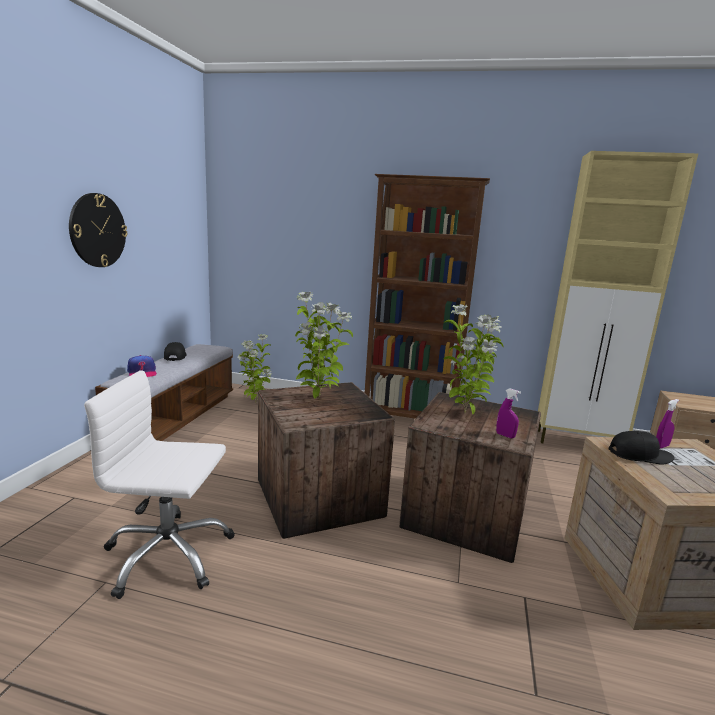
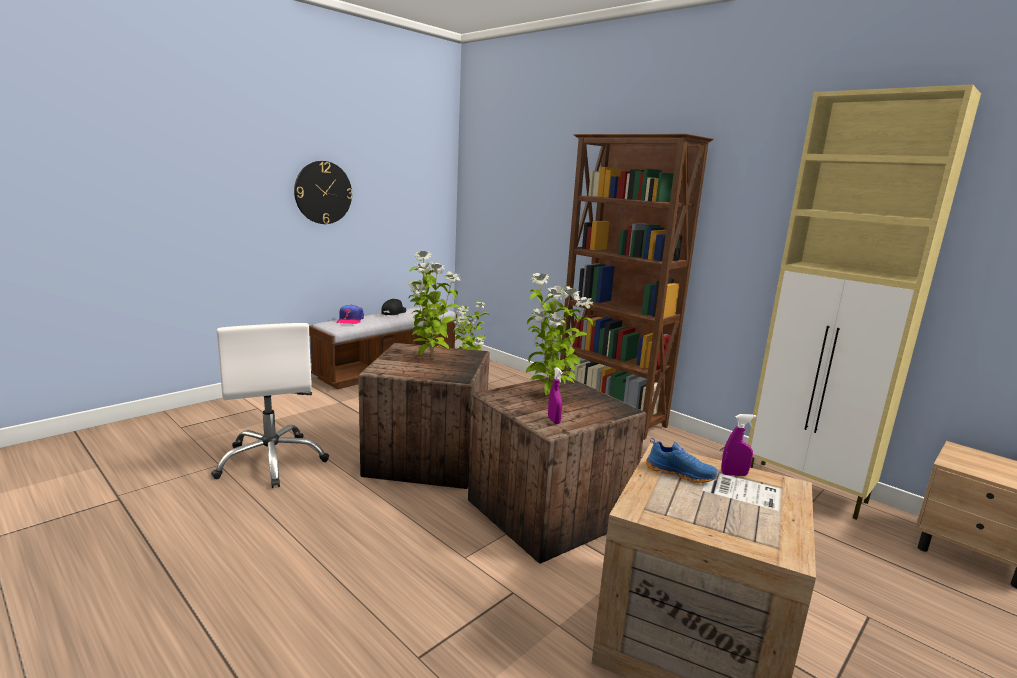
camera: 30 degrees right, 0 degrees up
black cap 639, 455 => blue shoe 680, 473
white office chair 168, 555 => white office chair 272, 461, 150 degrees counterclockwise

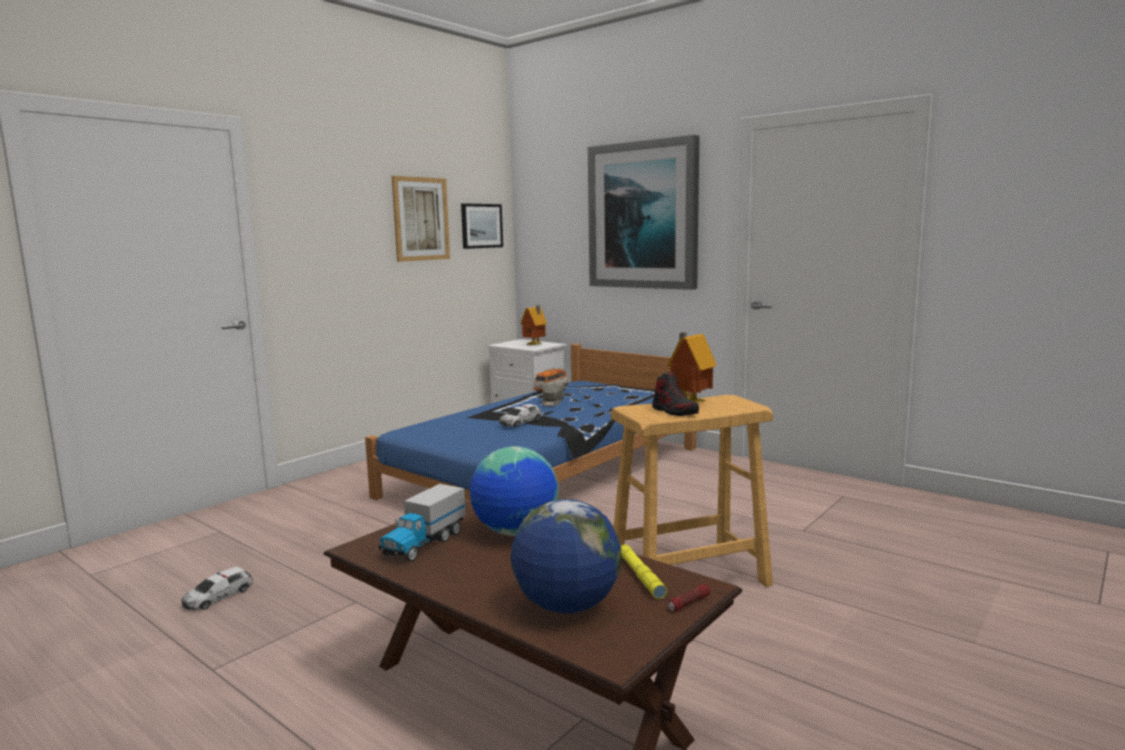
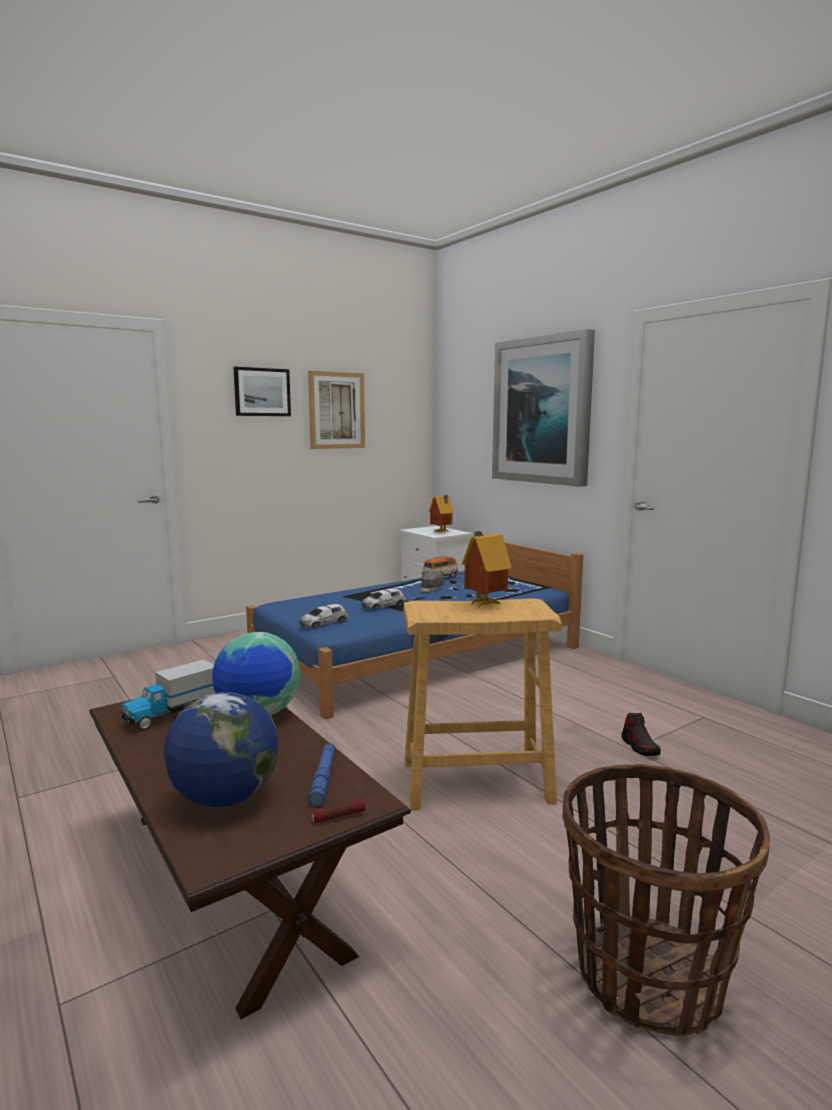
camera: 15 degrees right, 0 degrees up
nothing => basket 647, 975
toy car 218, 596 => toy car 323, 622, move
picture 481, 226 => picture 262, 392, move
shoe 674, 411 => shoe 640, 747, move
yellow flashlight 641, 576 => blue flashlight 323, 779

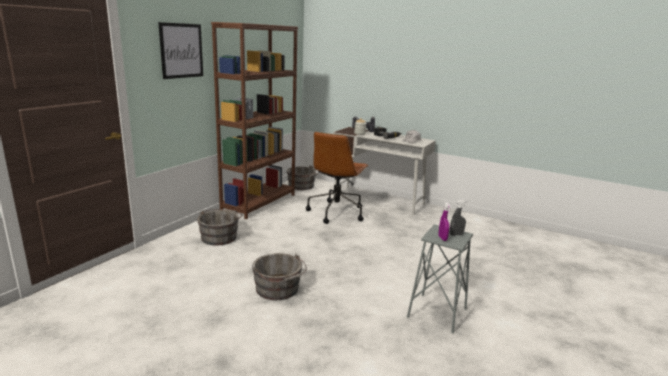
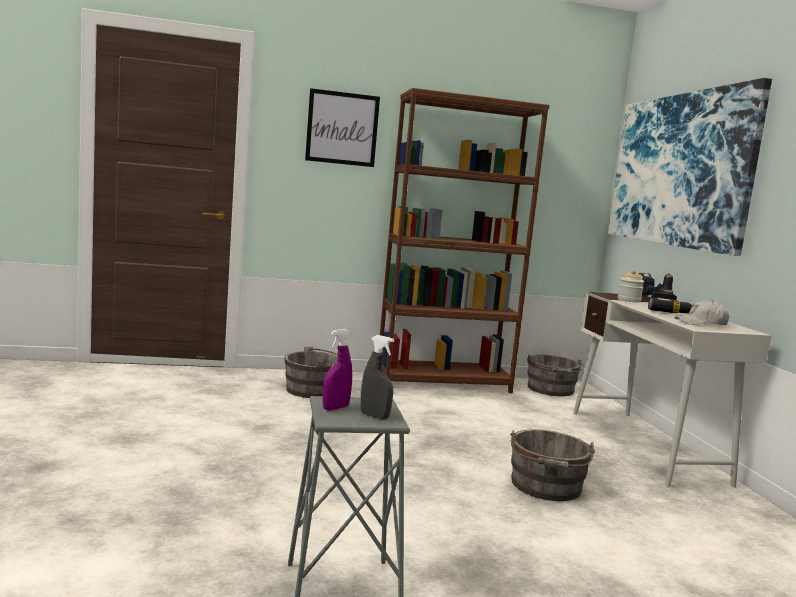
camera: 50 degrees right, 10 degrees down
brown office chair 336, 212 => nothing
nothing => picture 679, 170
grey bucket 278, 289 => grey bucket 546, 487, move

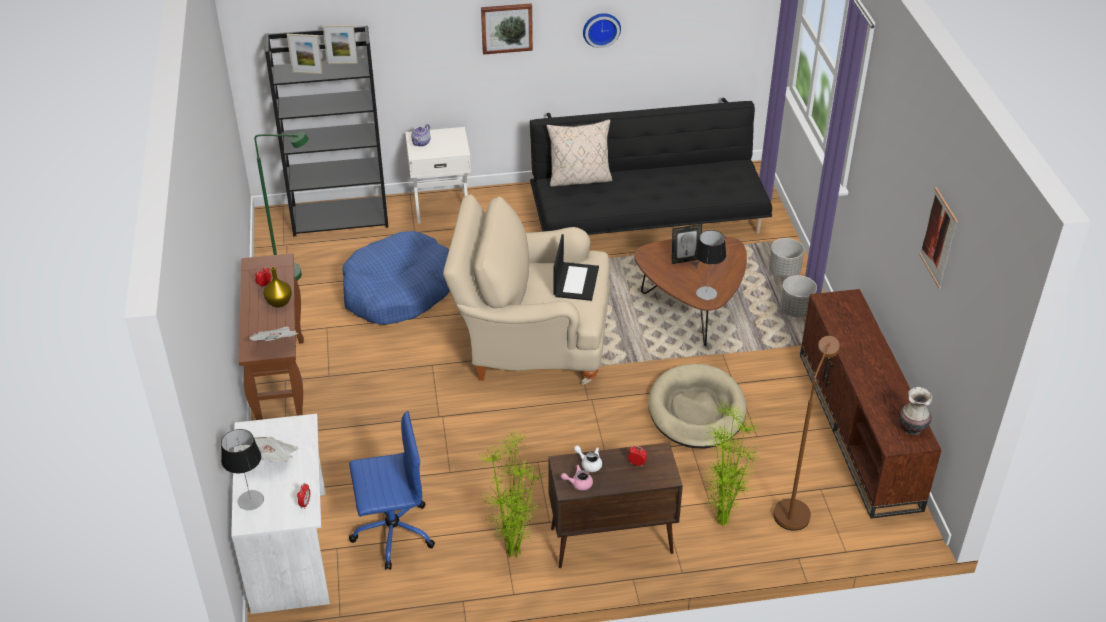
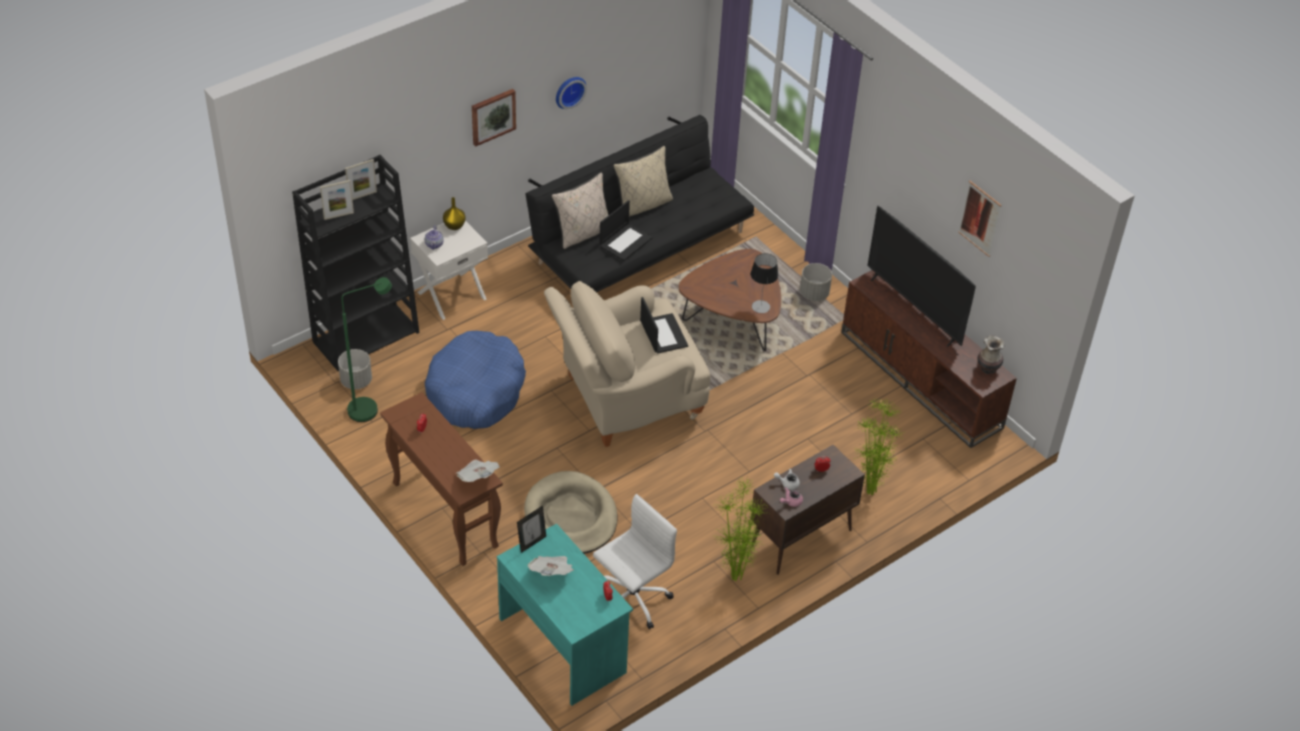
camera: 30 degrees left, 5 degrees up
table lamp 250, 500 => nothing
brown floor lamp 794, 508 => nothing
nothing => laptop 625, 241
nothing => beige pillow 643, 205
nothing => television 914, 309
yellow vase 279, 303 => yellow vase 455, 226, move
beige dog bed 696, 410 => beige dog bed 571, 517, move
picture frame 685, 260 => picture frame 532, 543, move
grey planter 784, 272 => grey planter 356, 381, move
white desk 291, 550 => turquoise desk 563, 644
blue office chair 392, 532 => white office chair 631, 599

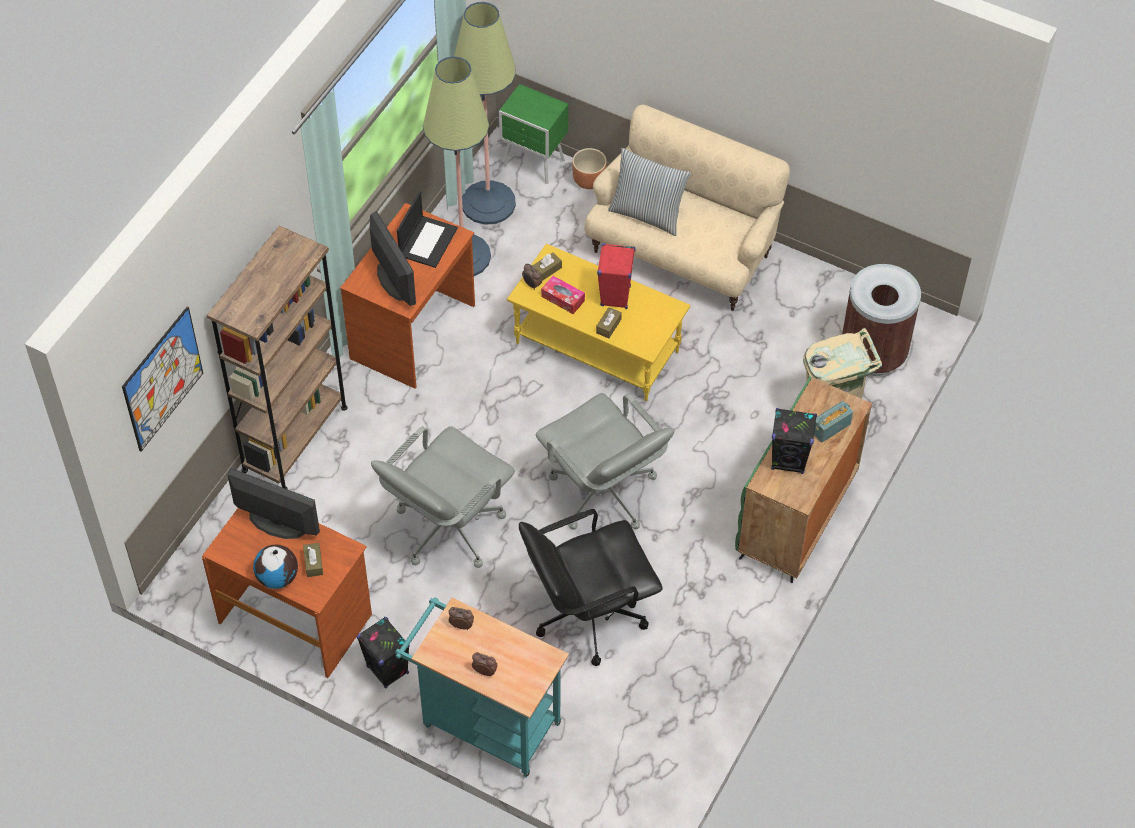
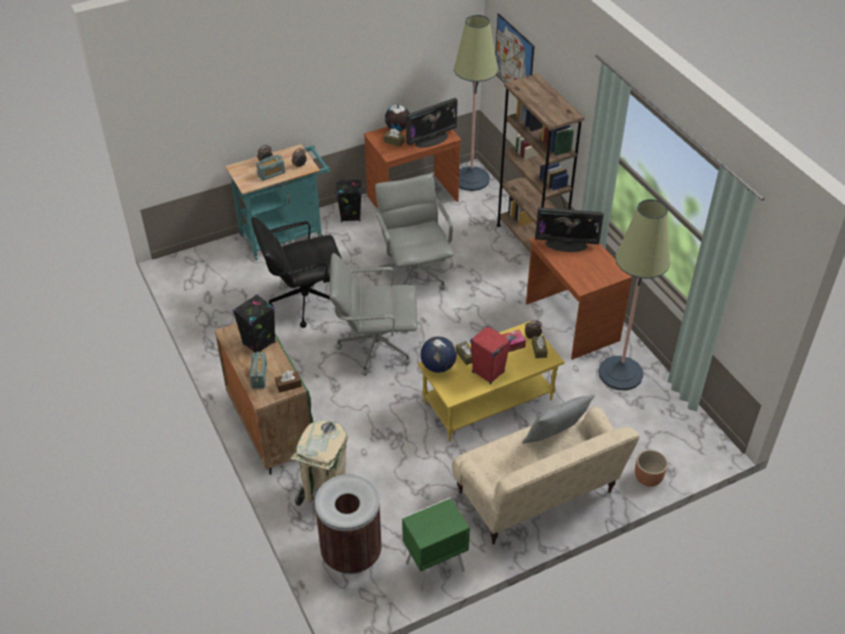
camera: 125 degrees right, 10 degrees down
laptop 427, 241 => nothing
nothing => radio 271, 174
nothing => brown tissue box 288, 385
nothing => globe 438, 366
floor lamp 488, 203 => floor lamp 471, 179, move
green nightstand 535, 164 => green nightstand 433, 567, move
black office chair 588, 615 => black office chair 304, 300, 120 degrees counterclockwise

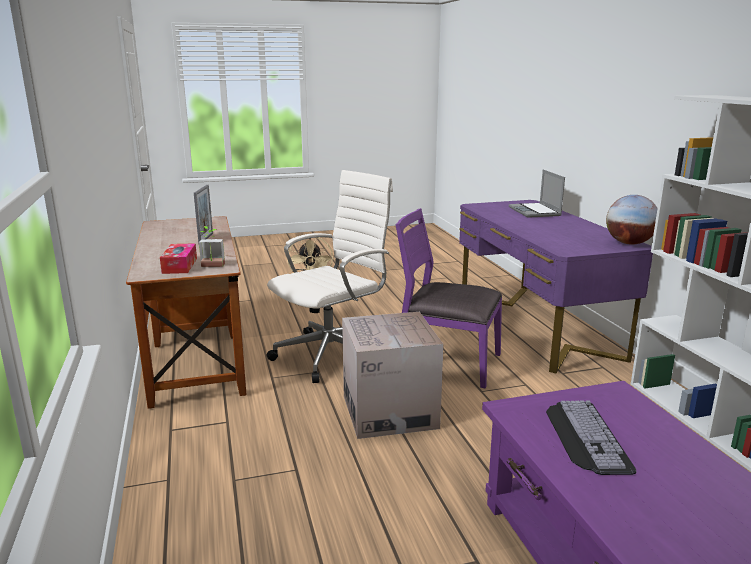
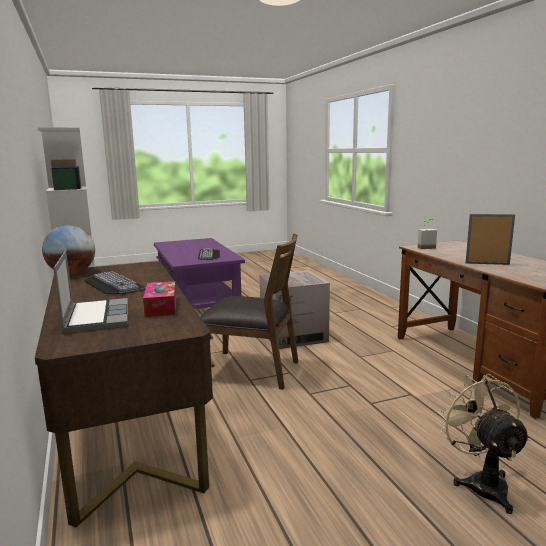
camera: 175 degrees right, 5 degrees down
white office chair 333, 354 => nothing
nothing => keyboard 111, 284
tissue box 180, 265 => tissue box 161, 306, move
purple chair 446, 362 => brown chair 251, 370
purple desk 536, 324 => brown desk 129, 424
picture frame 206, 238 => picture frame 487, 263, 105 degrees clockwise

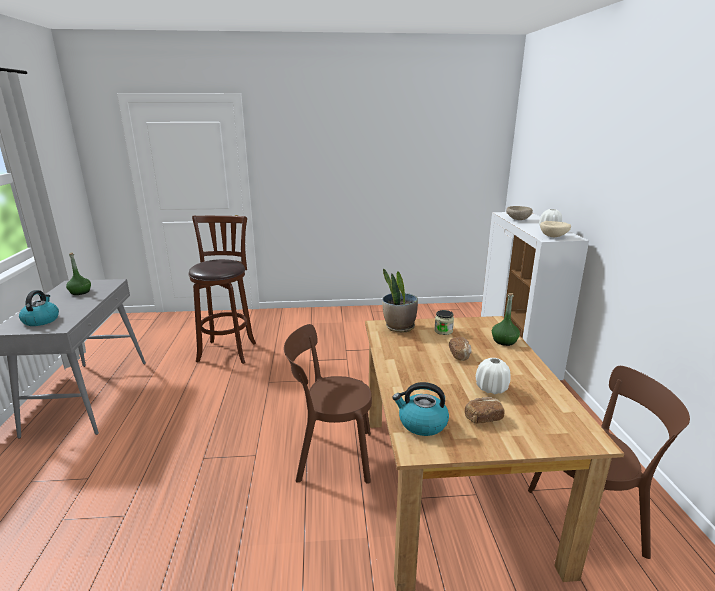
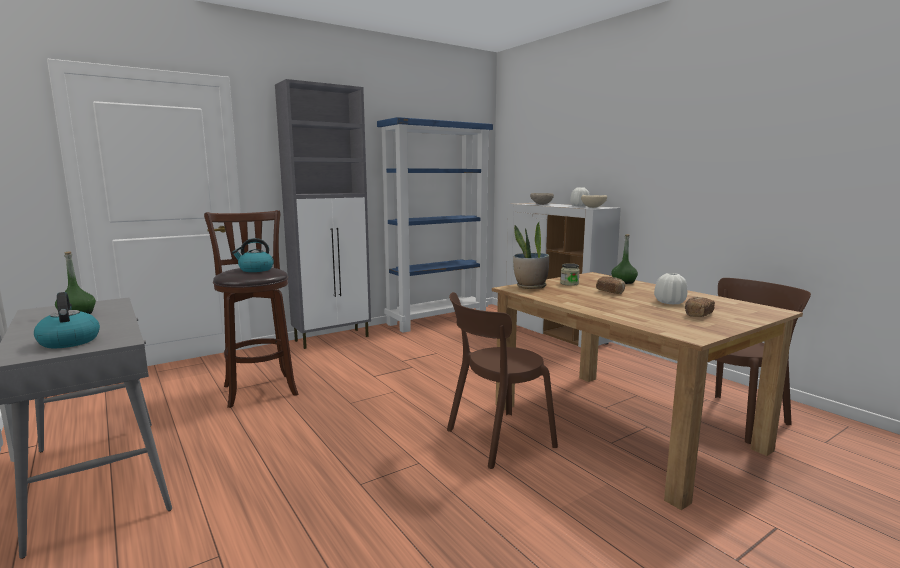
camera: 30 degrees left, 10 degrees down
nothing => grey cabinet 333, 338
nothing => blue bookcase 437, 320
kettle 421, 423 => kettle 255, 270, move

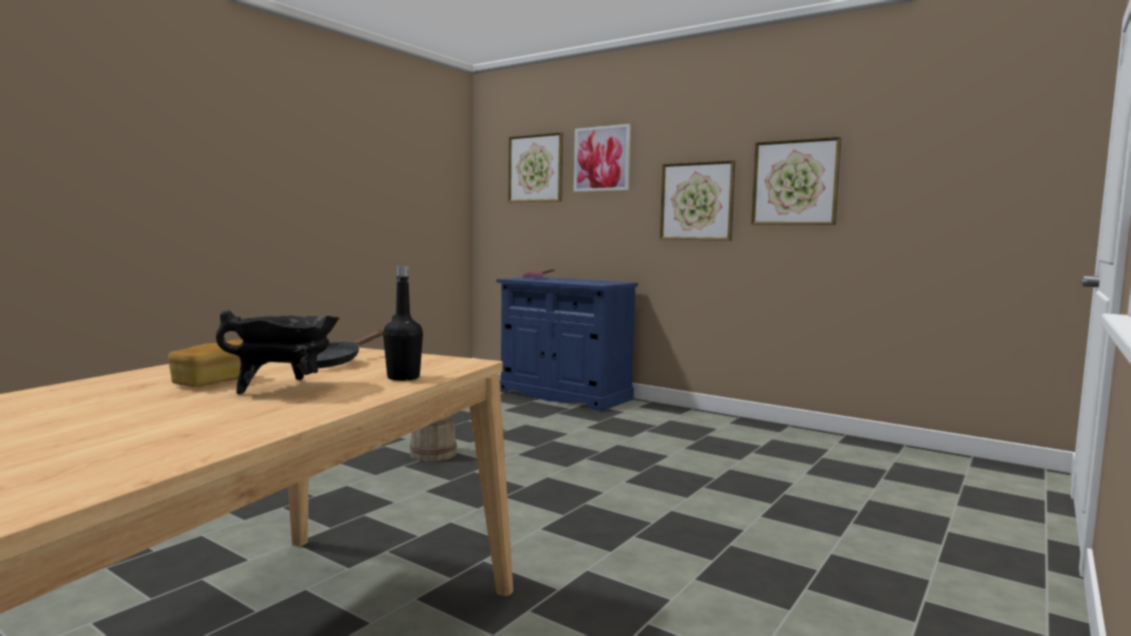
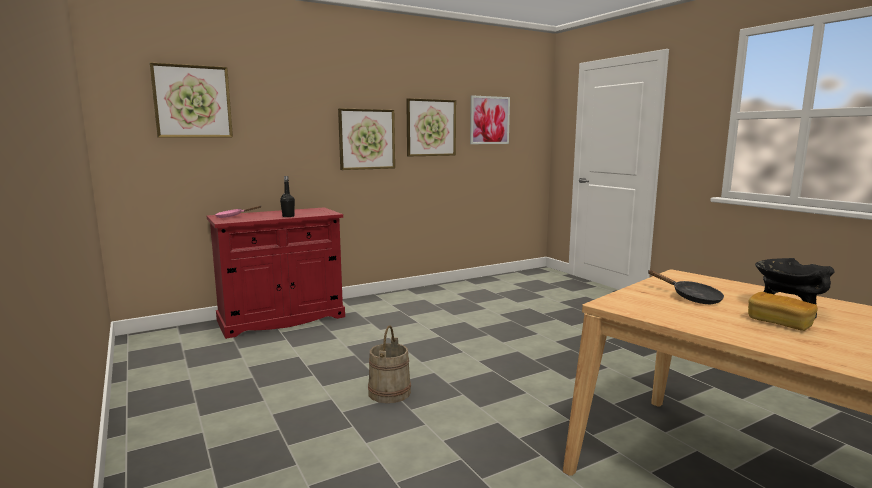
camera: 65 degrees left, 5 degrees up
black bottle 403, 377 => black bottle 288, 216, move
picture 602, 159 => picture 489, 120, move
blue cabinet 564, 395 => red cabinet 281, 319

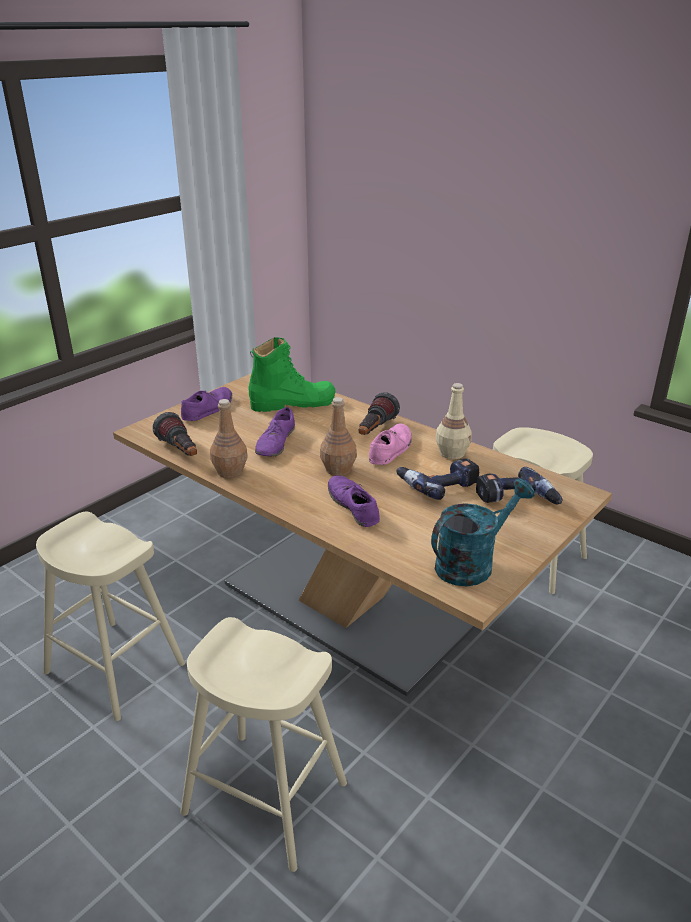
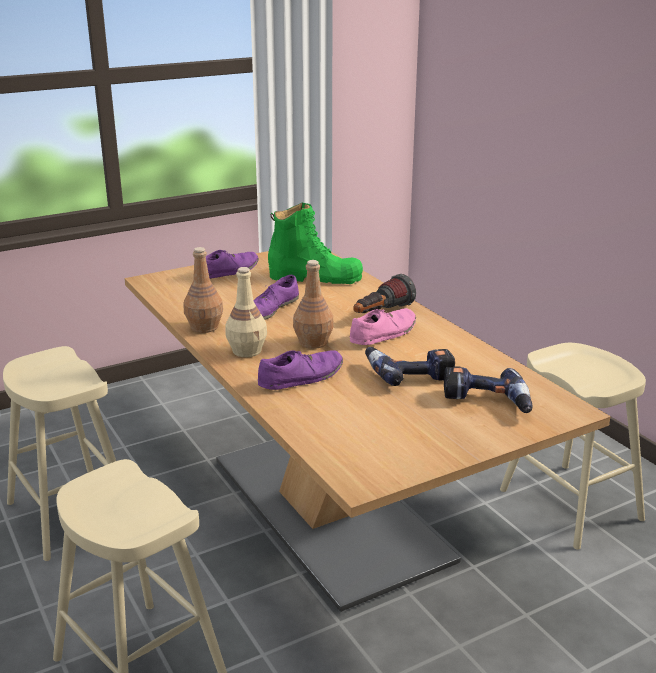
camera: 20 degrees right, 5 degrees down
flashlight 180, 452 => nothing
turquoise watering can 472, 563 => nothing
beige bottle 452, 453 => beige bottle 247, 351, move
purple shoe 353, 506 => purple shoe 301, 377, 60 degrees clockwise

